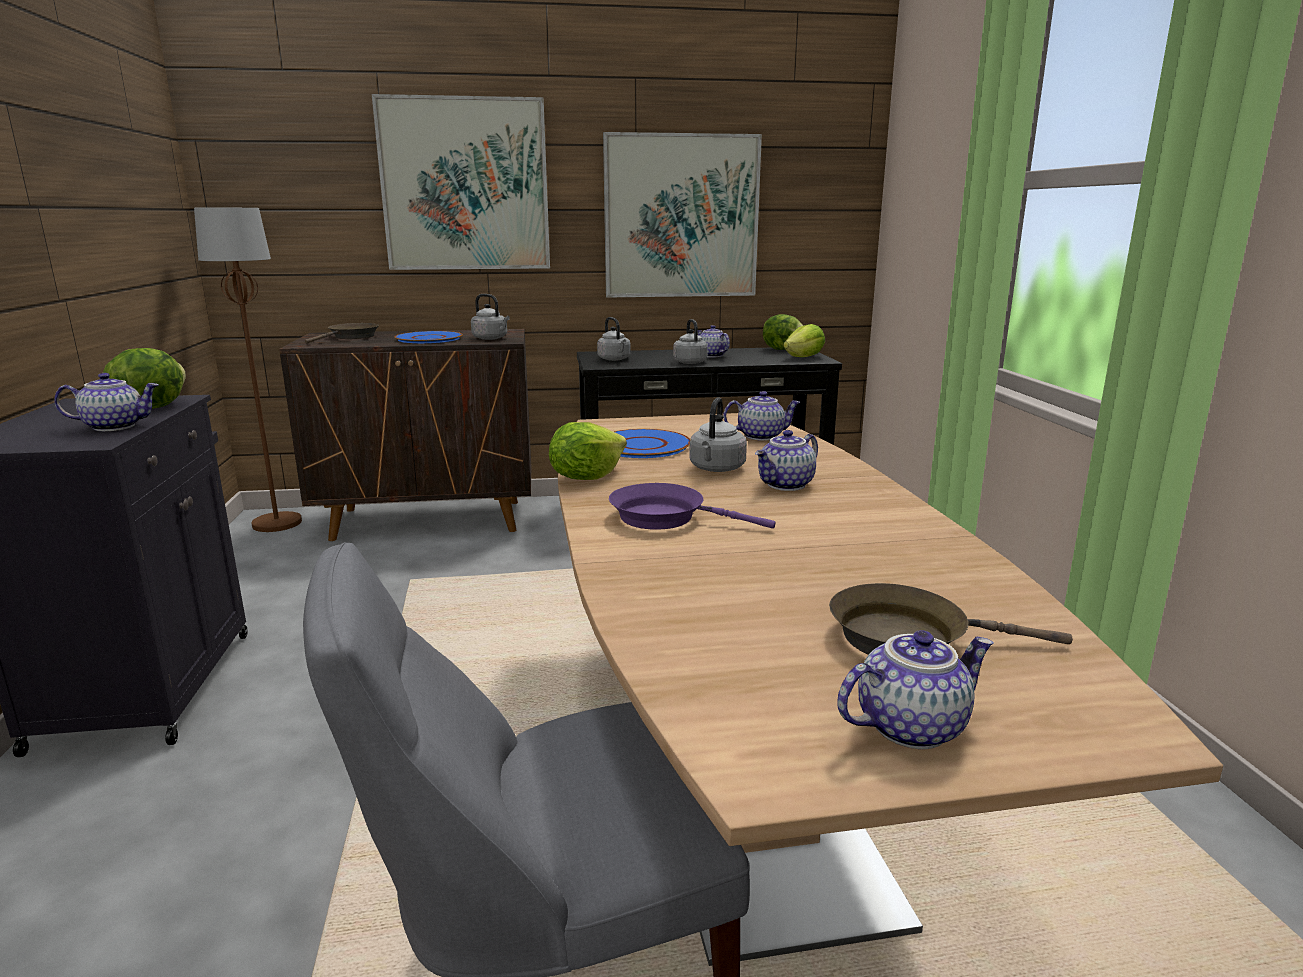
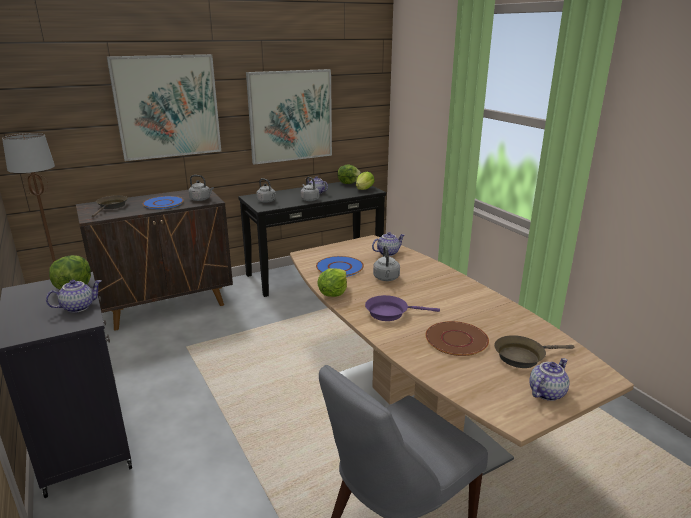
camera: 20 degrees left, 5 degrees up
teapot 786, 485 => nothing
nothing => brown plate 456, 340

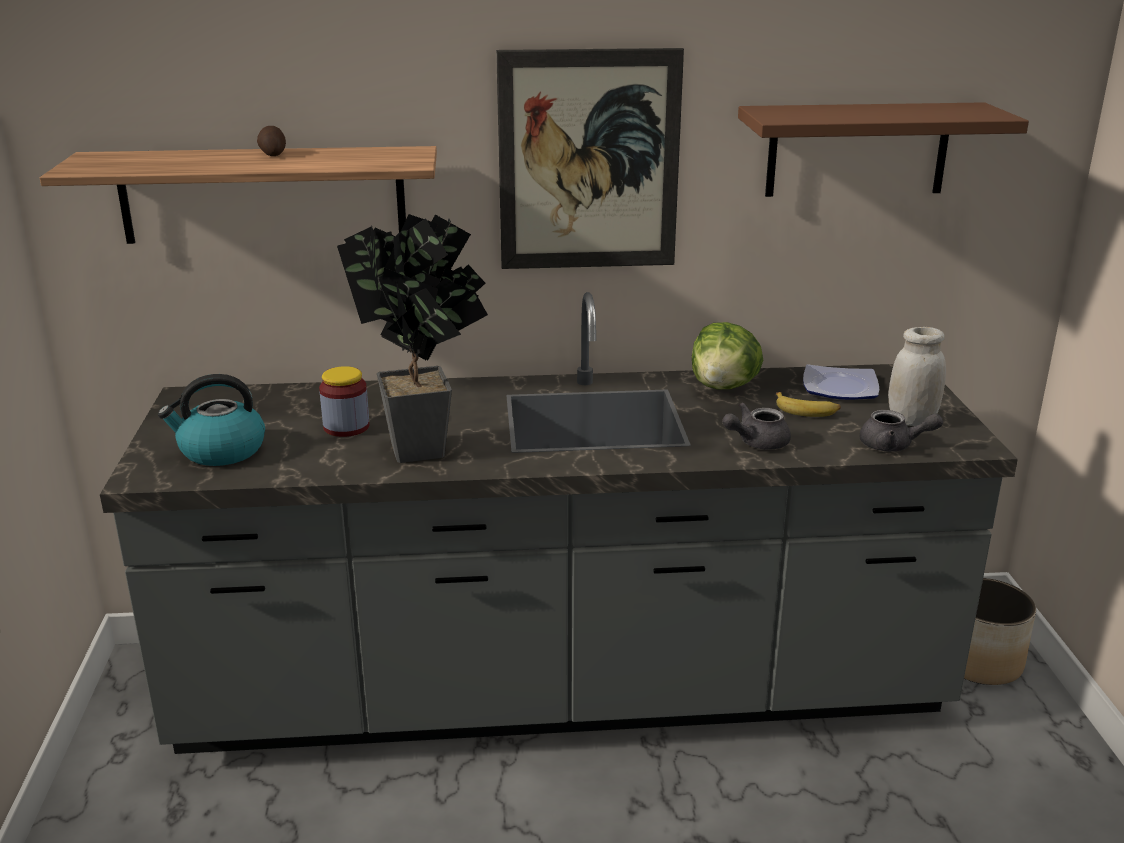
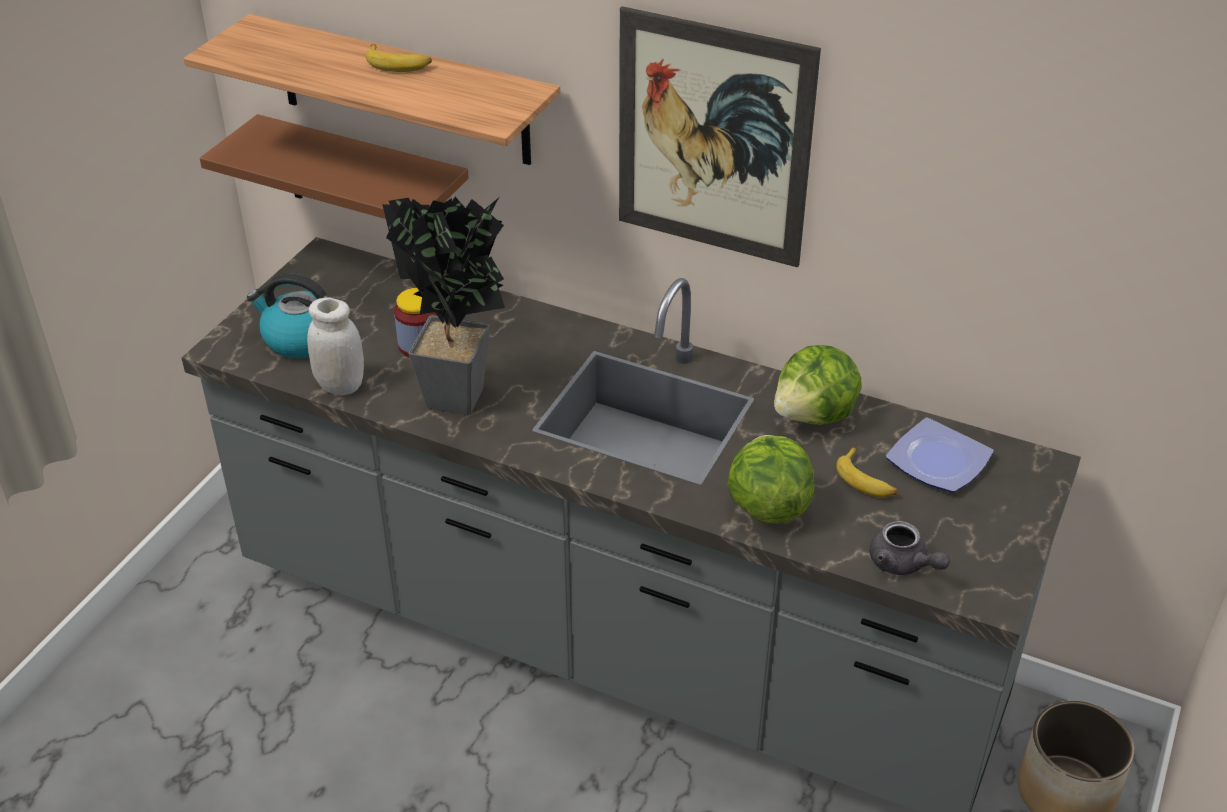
camera: 30 degrees right, 15 degrees up
brown shelf 857, 149 => brown shelf 364, 178, move
white jar 911, 421 => white jar 340, 385, move
potato 272, 154 => banana 398, 64
grey teapot 756, 443 => lettuce 767, 506

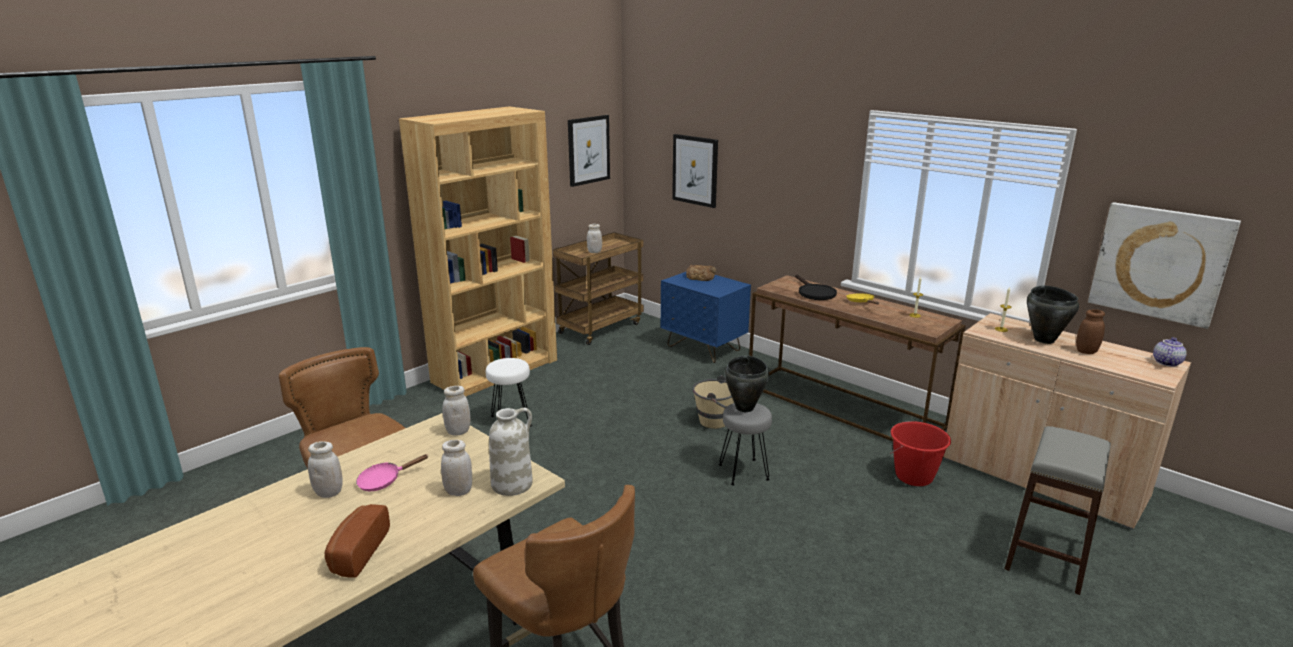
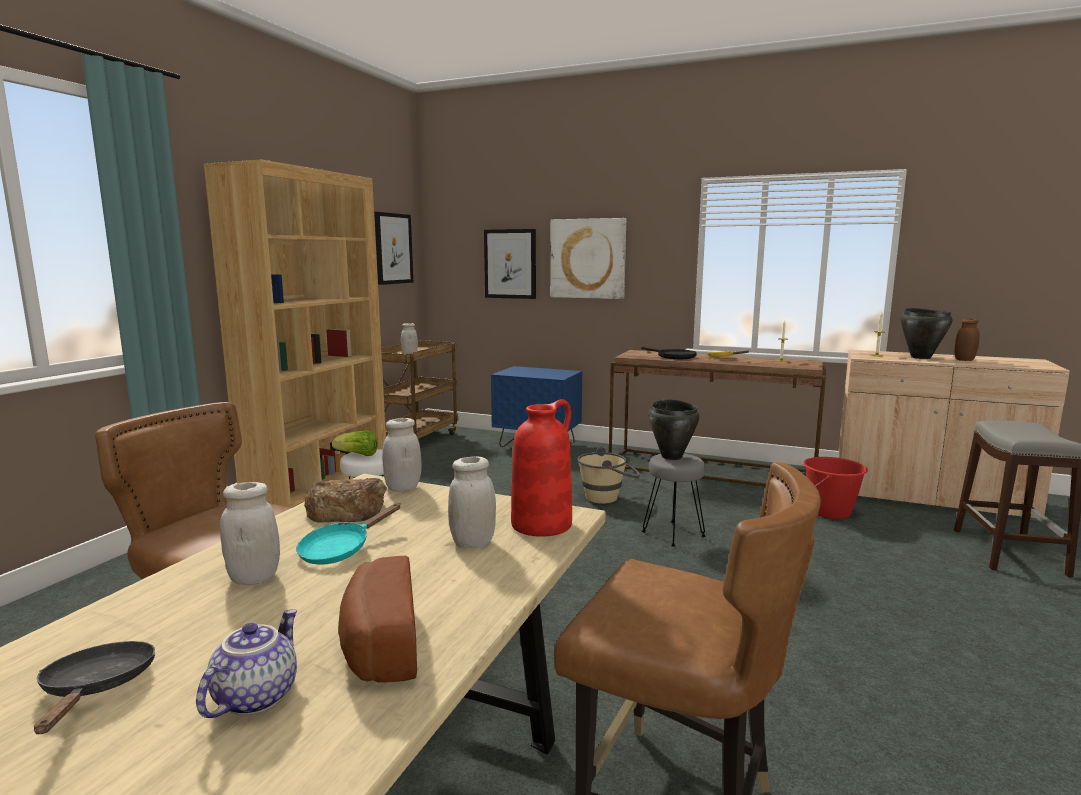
camera: 20 degrees left, 10 degrees down
nothing => black frying pan 96, 689
nothing => lettuce 358, 455
bread 700, 276 => bread 346, 509, move
picture 1160, 263 => picture 588, 258, move
teapot 1166, 362 => teapot 254, 696, move
pink frying pan 384, 481 => turquoise frying pan 340, 550
white vase 512, 484 => red vase 542, 524

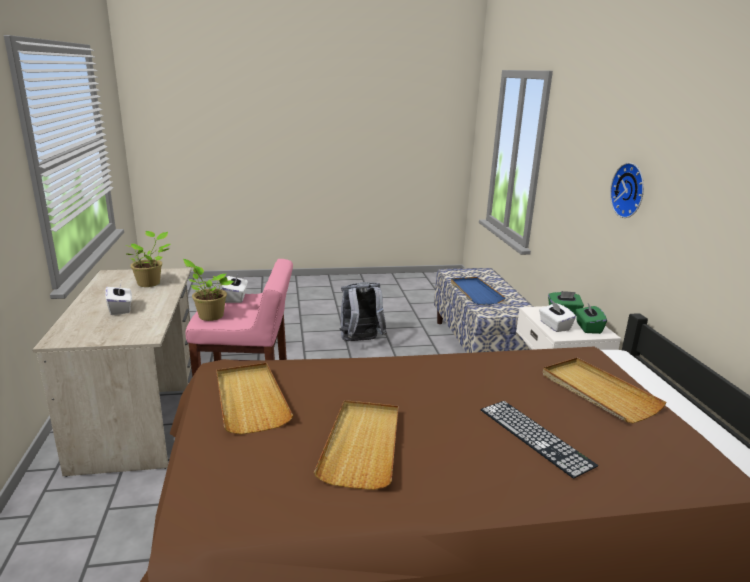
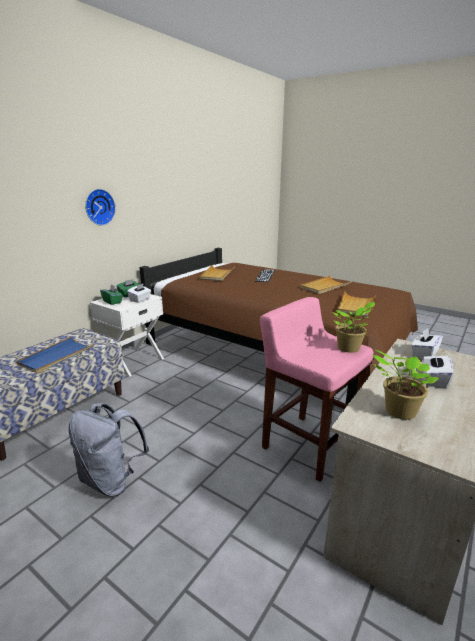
camera: 135 degrees left, 0 degrees up
white tissue box 236, 298 => white tissue box 424, 354, move

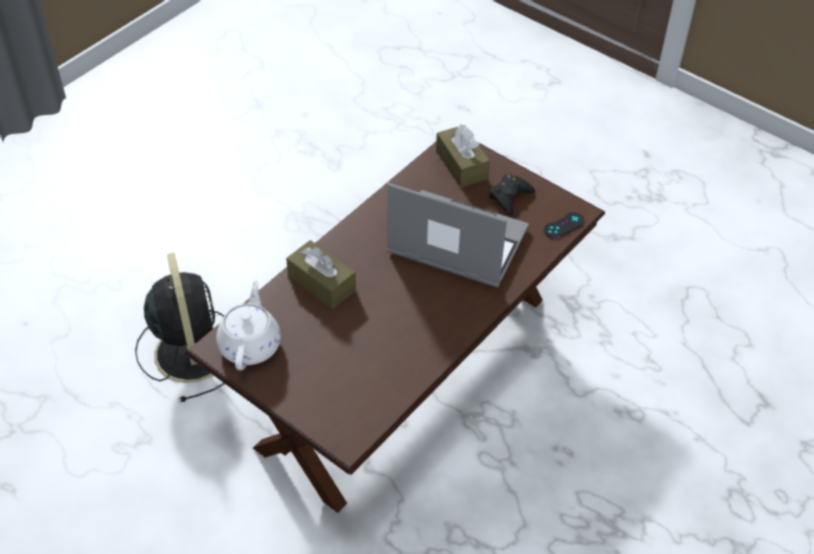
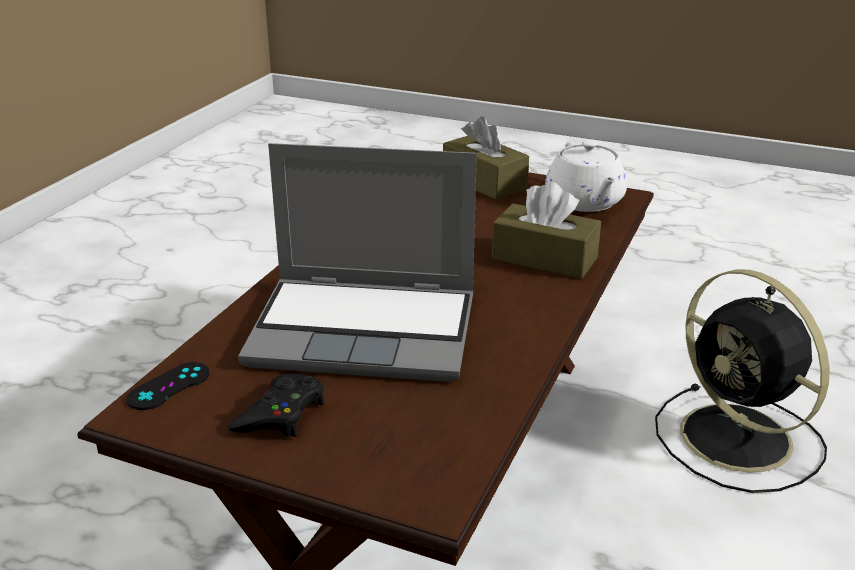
camera: 165 degrees right, 20 degrees down
brown tissue box 461, 165 => brown tissue box 484, 182, move

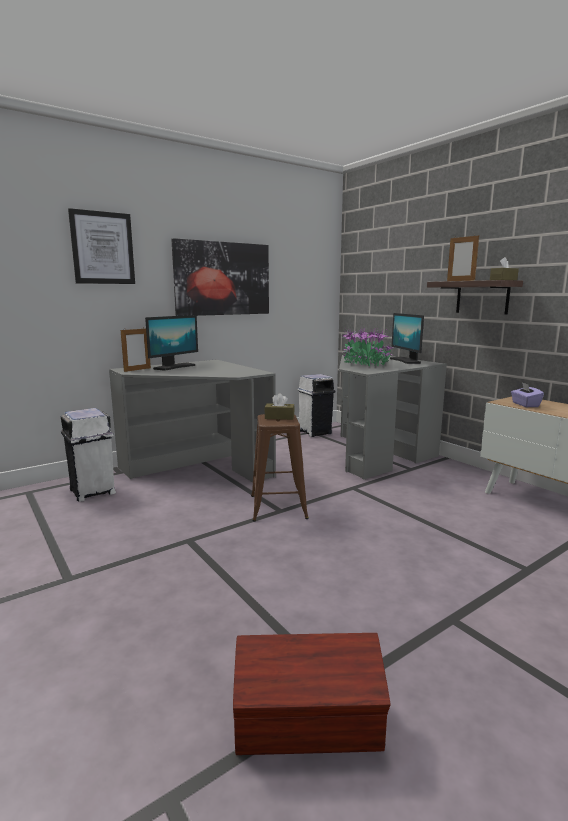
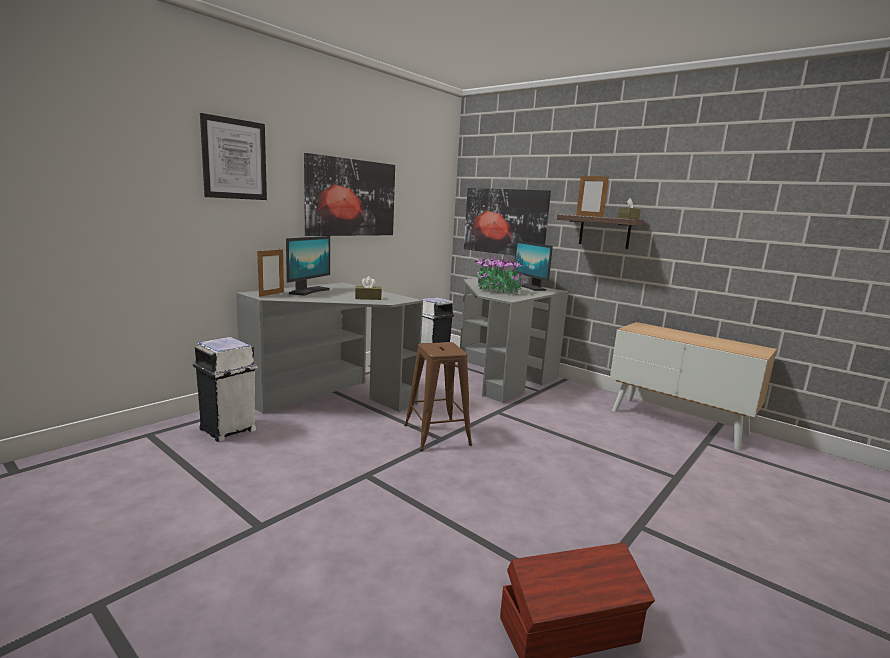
camera: 15 degrees left, 0 degrees up
purple tissue box 525, 405 => nothing
nothing => picture 505, 222
brown tissue box 279, 417 => brown tissue box 368, 298, move

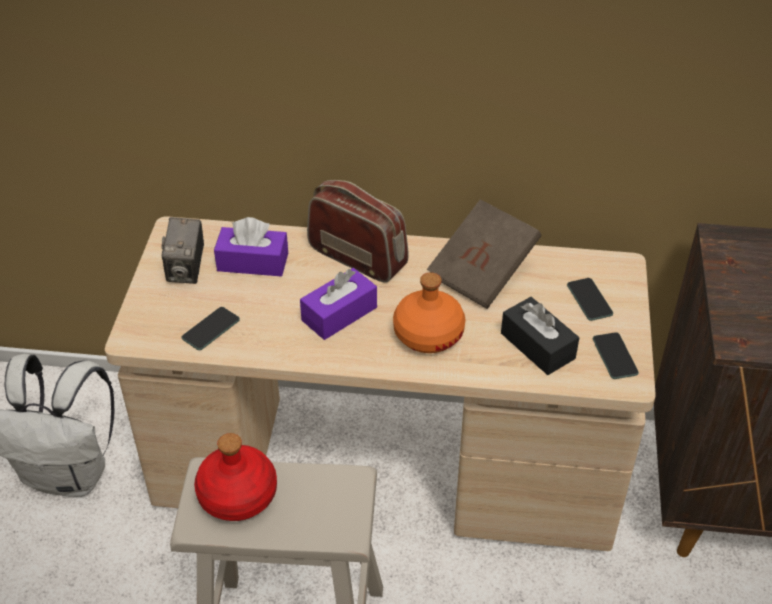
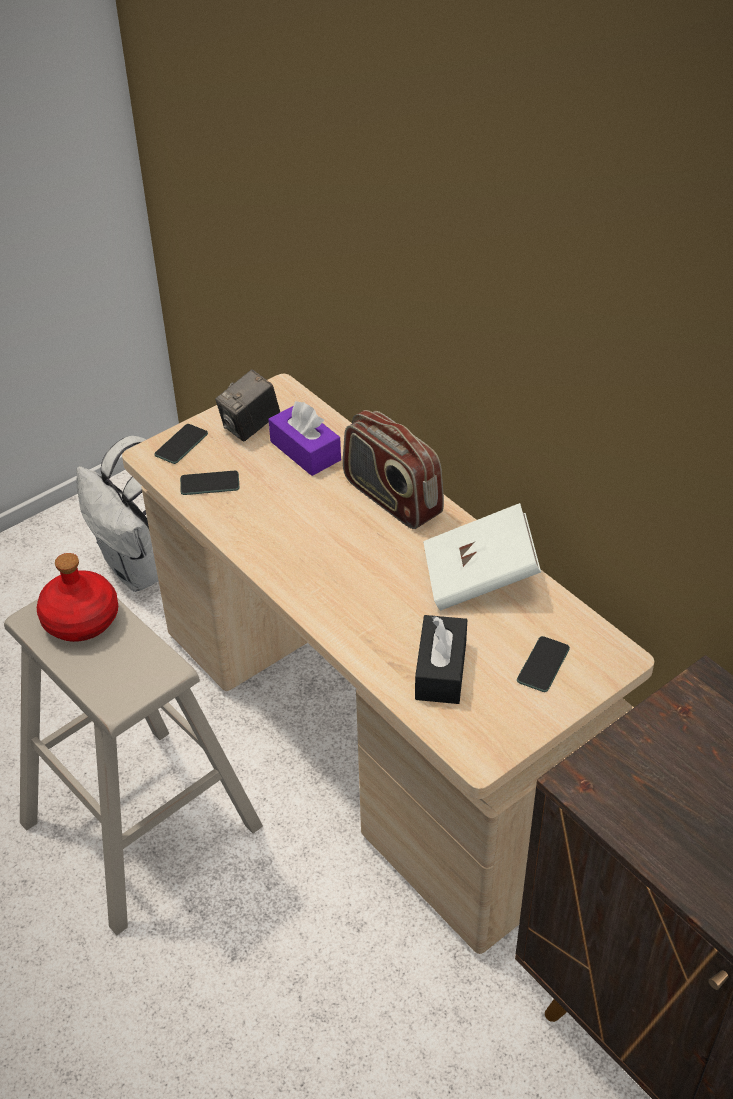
camera: 45 degrees right, 0 degrees up
purple tissue box 339, 314 => nothing
orange bottle 428, 333 => nothing
phone 615, 356 => phone 181, 444, move
brown book 482, 272 => white book 479, 578
radio 358, 257 => radio 391, 498, 150 degrees clockwise

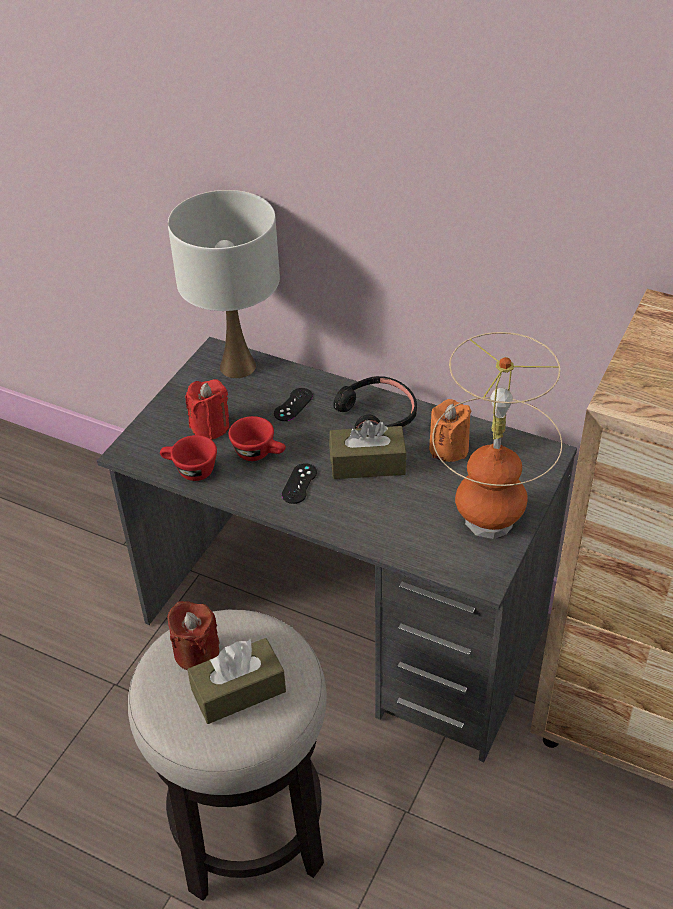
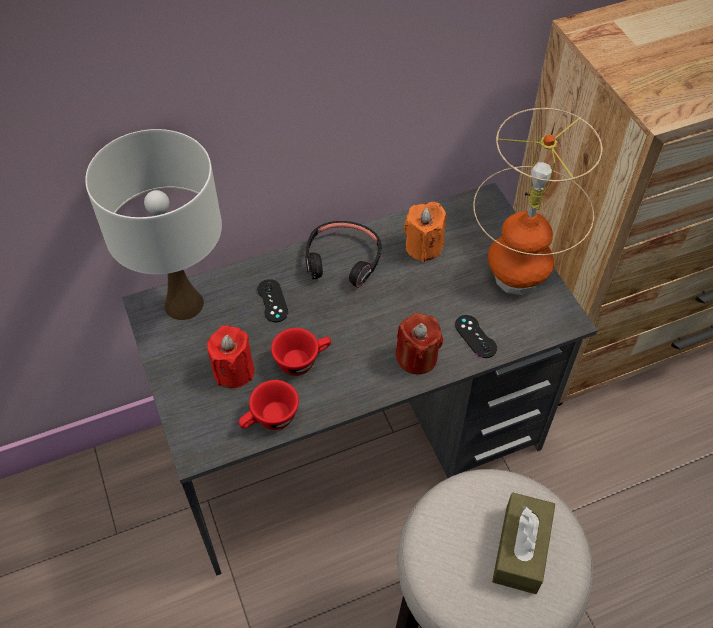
camera: 50 degrees left, 10 degrees up
brown tissue box 367, 463 => nothing
red candle 196, 653 => red candle 417, 357, move
black game controller 299, 484 => black game controller 475, 336, move

